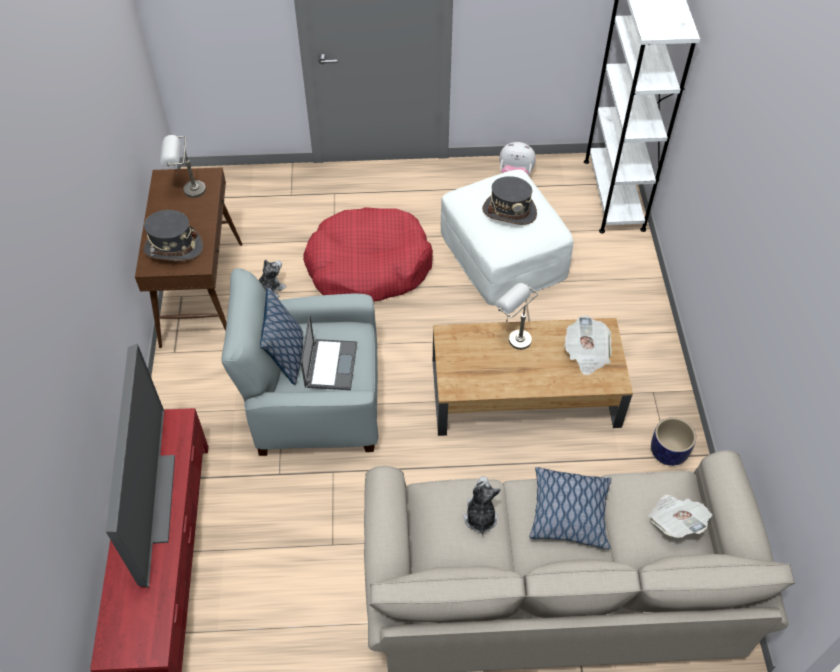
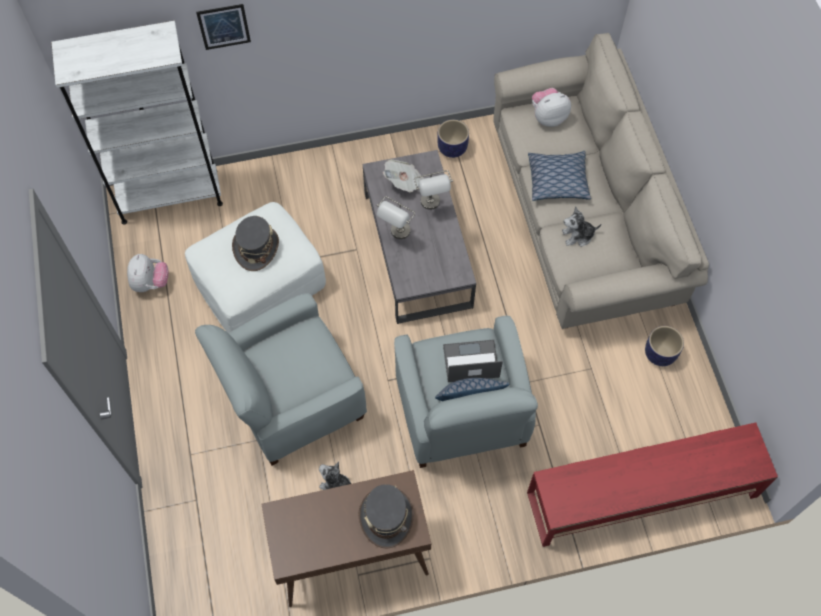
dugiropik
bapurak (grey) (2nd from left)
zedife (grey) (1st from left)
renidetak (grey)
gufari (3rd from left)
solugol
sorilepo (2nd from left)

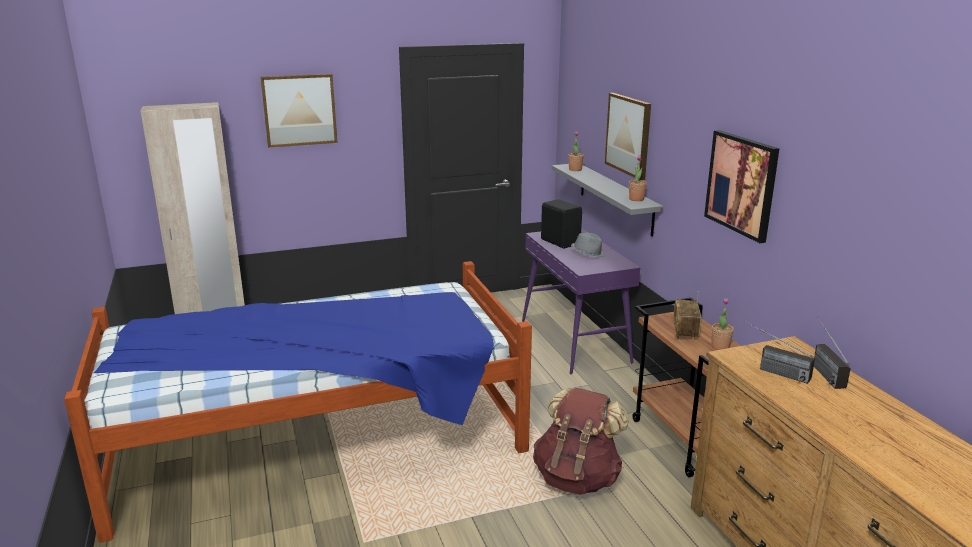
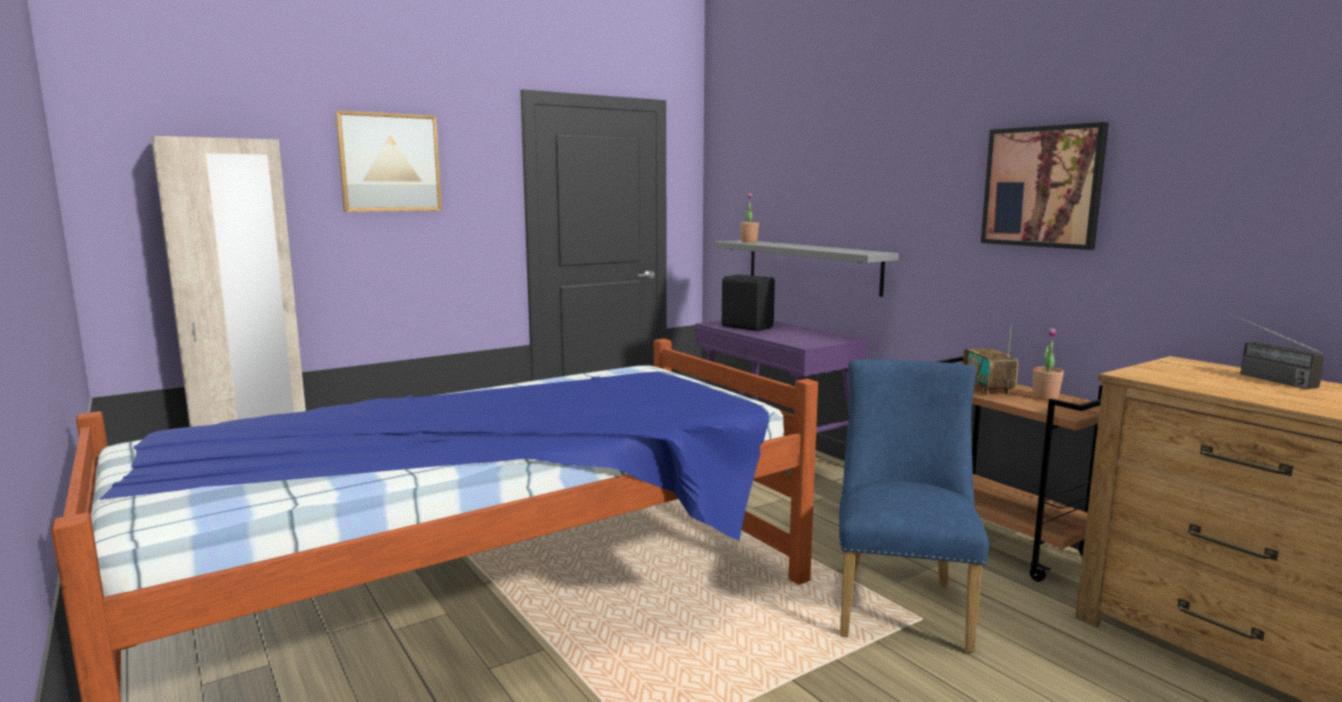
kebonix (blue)
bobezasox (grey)
solugol (2nd from left in the first image)
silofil (2nd from left in the first image)
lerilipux (2nd from left in the first image)

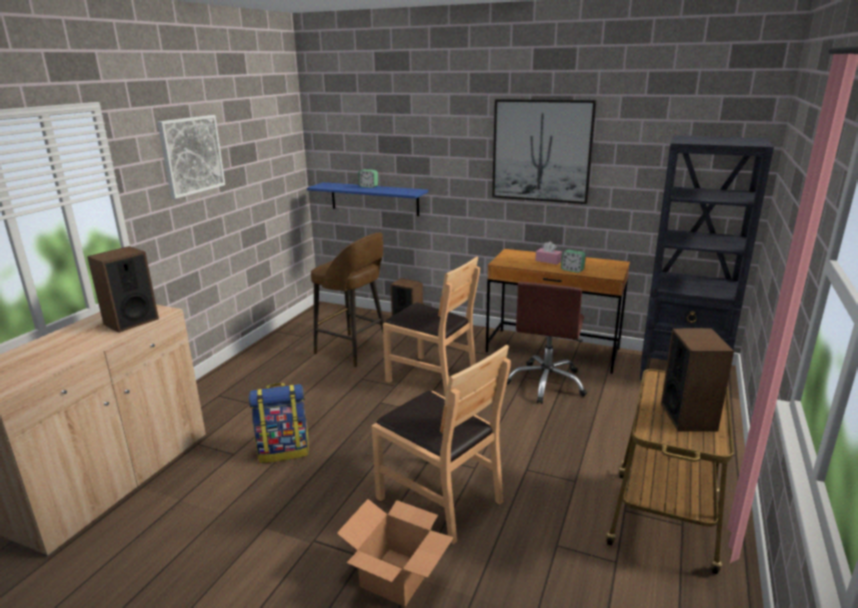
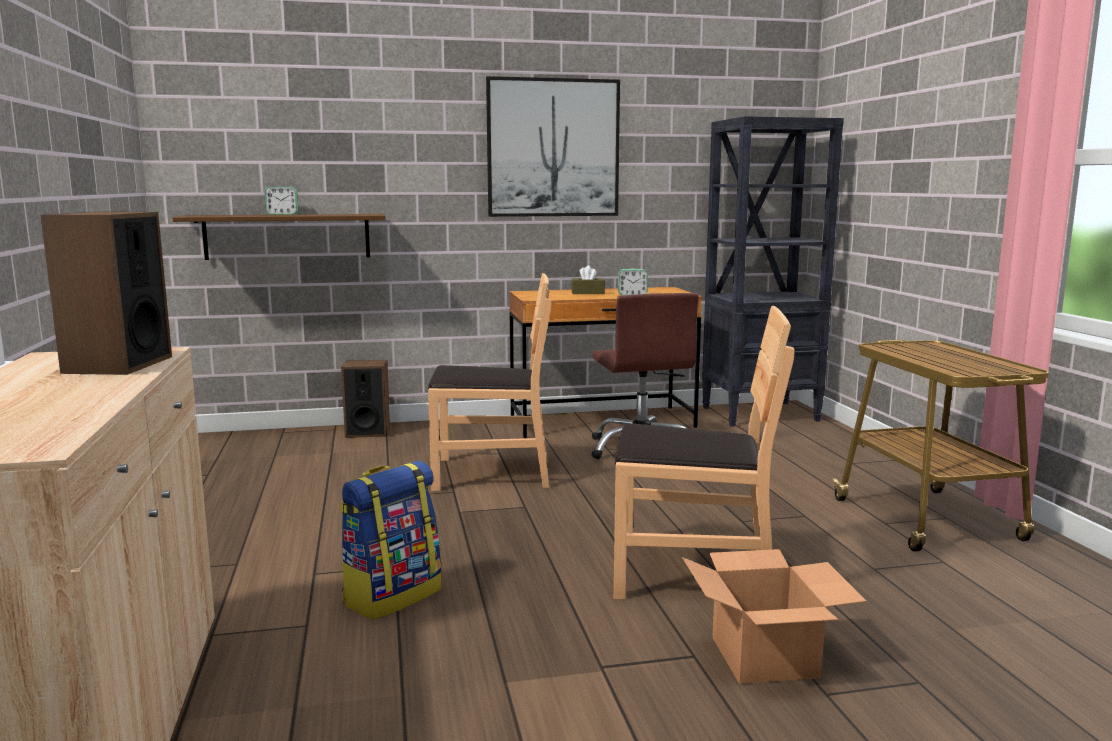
solugol (1st from left in the first image)
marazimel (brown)
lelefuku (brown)
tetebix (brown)
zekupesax (3rd from left in the first image)

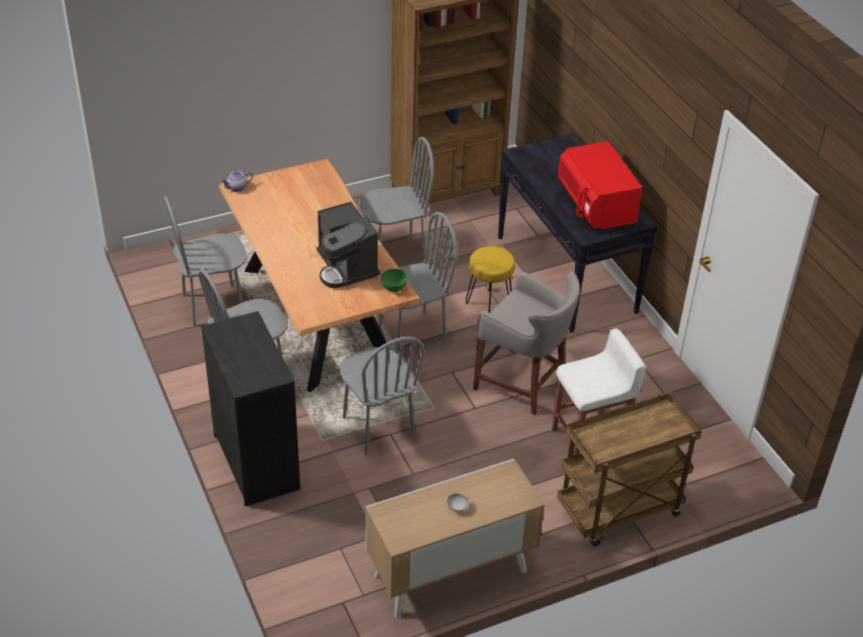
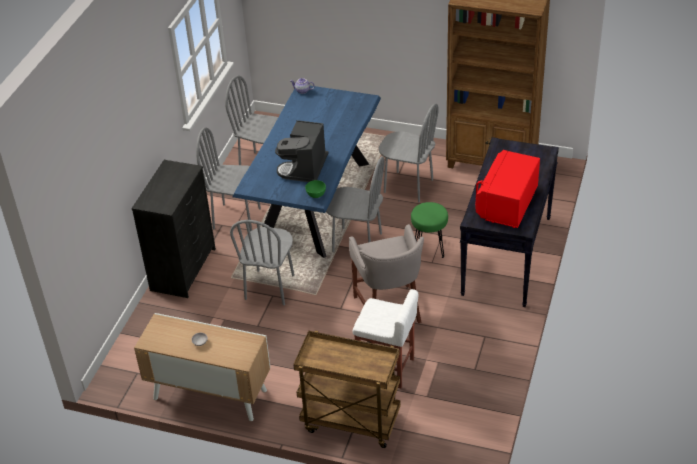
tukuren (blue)
lelefuku (green)

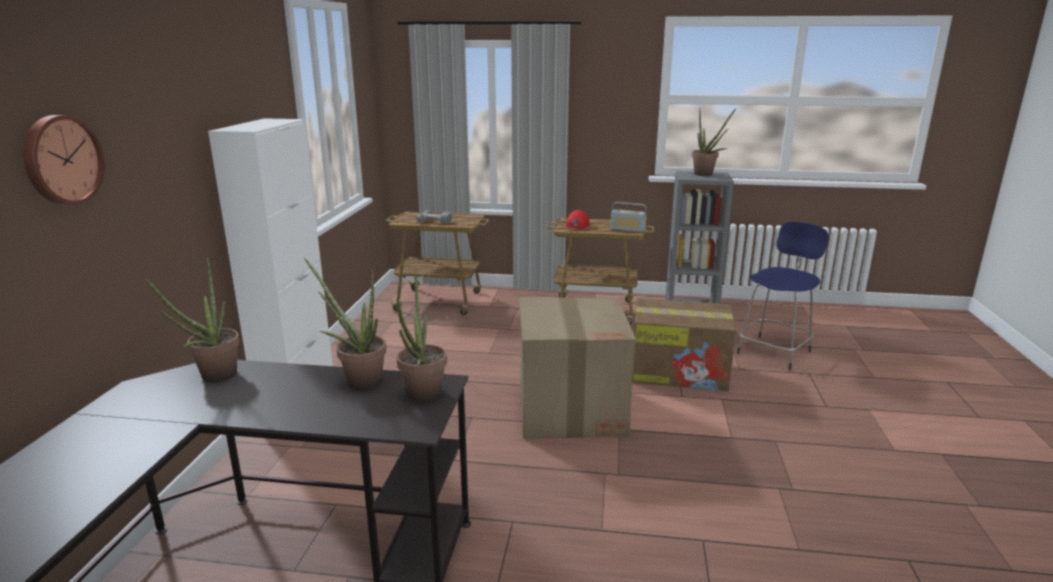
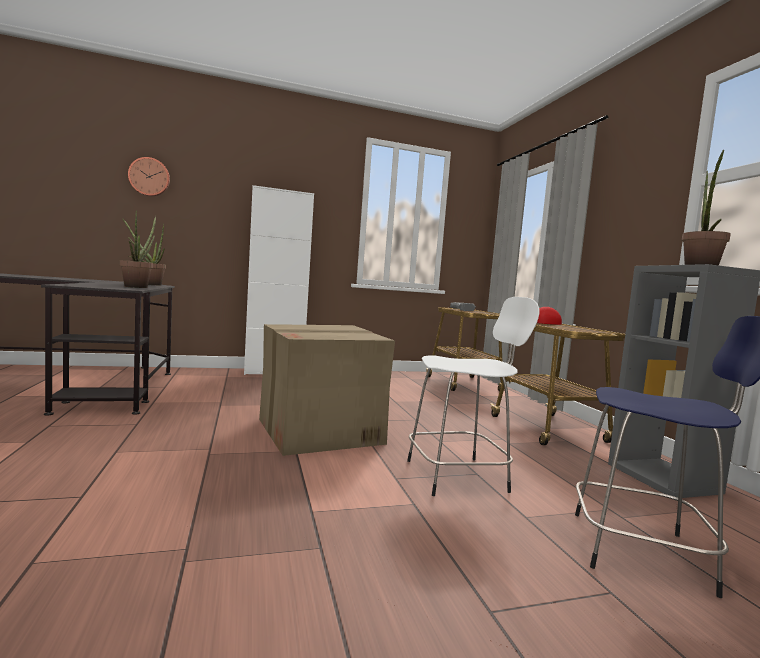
silofil (3rd from left in the first image)
lerilipux
lelefuku (white)

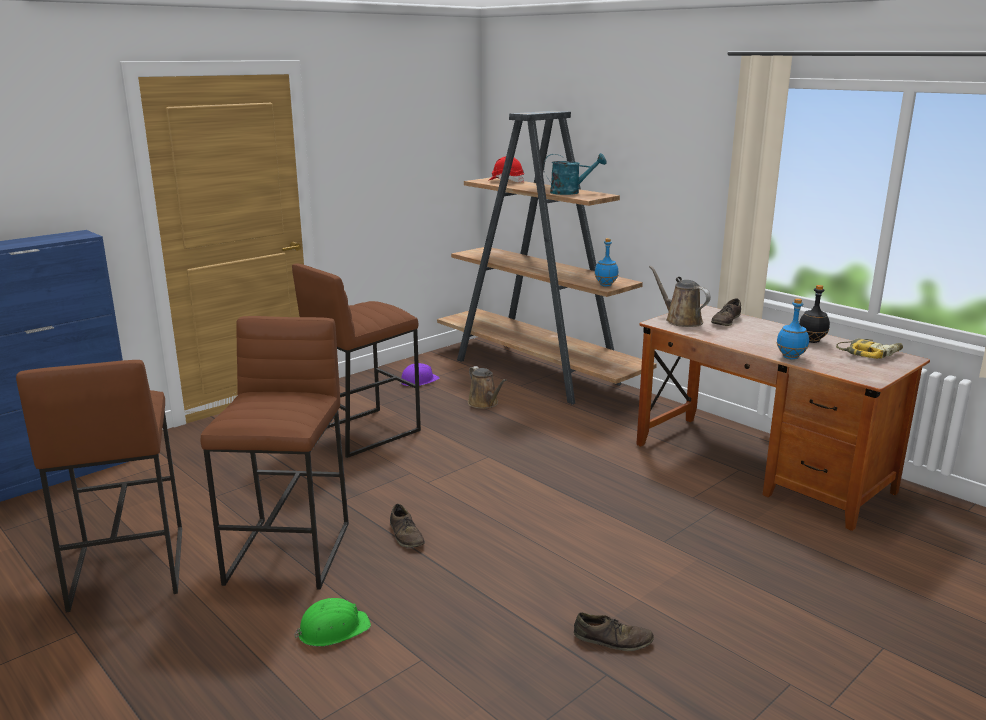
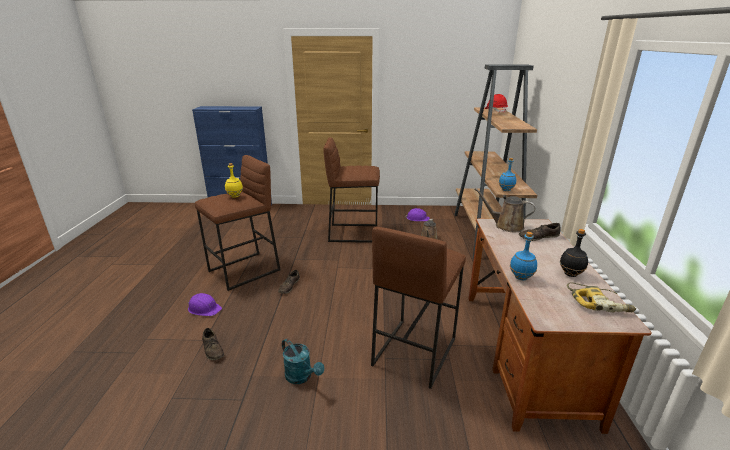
lelefuku (brown) (3rd from left)
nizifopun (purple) (1st from left)
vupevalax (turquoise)
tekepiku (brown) (1st from left)
vupevalax (brown) (2nd from left)
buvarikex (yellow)

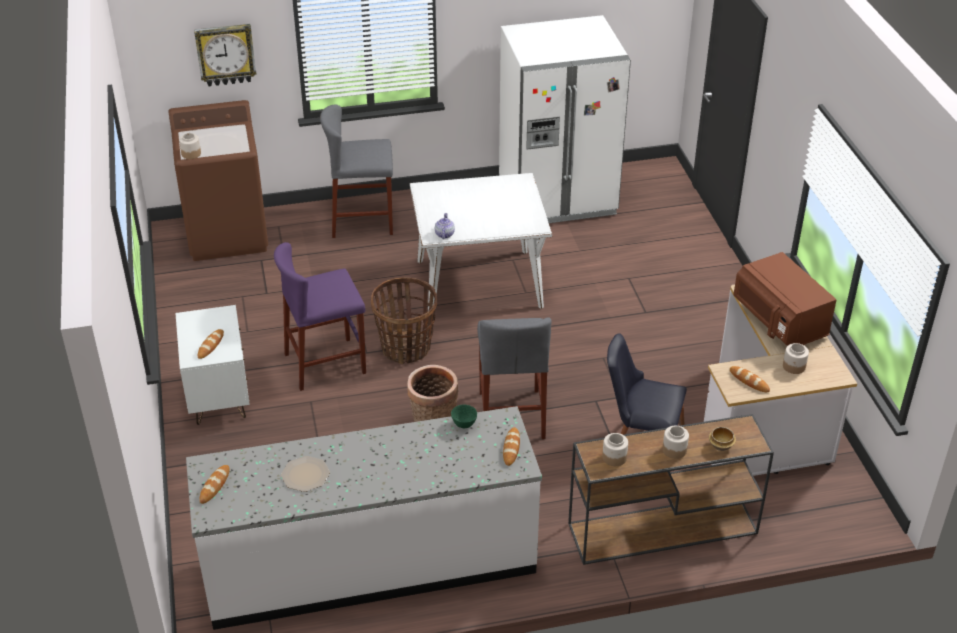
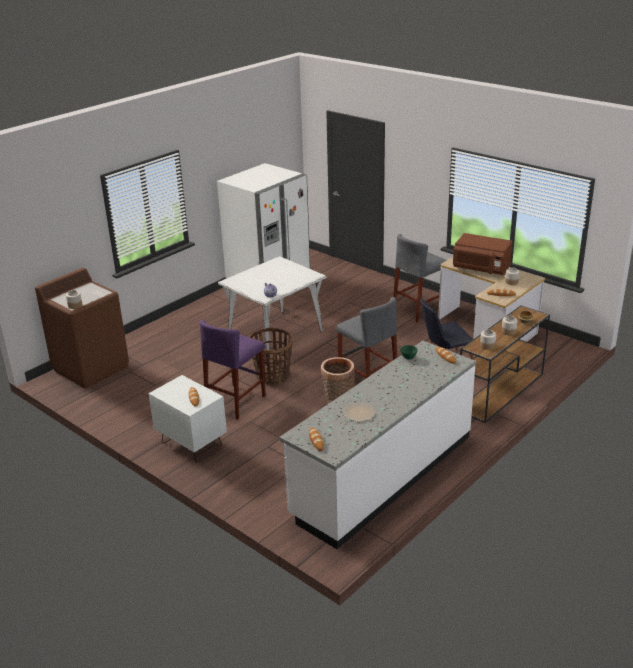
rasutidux
lelefuku (grey) (2nd from left)

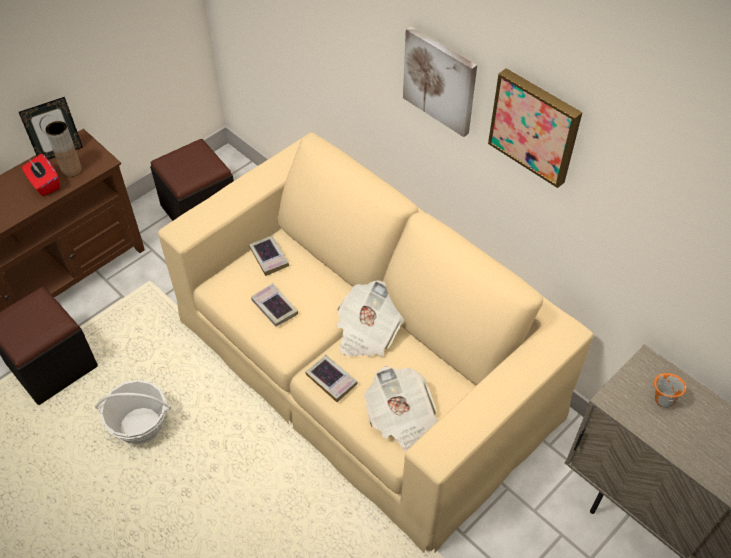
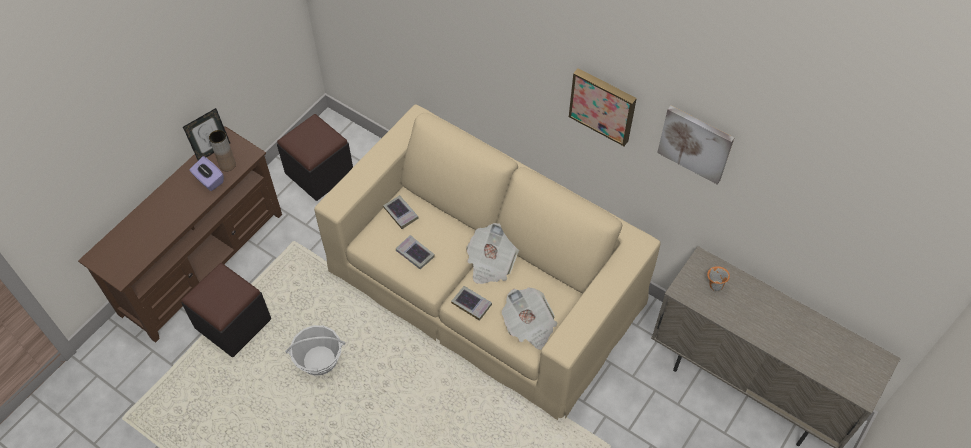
tetebix (purple)
solugol (2nd from left)

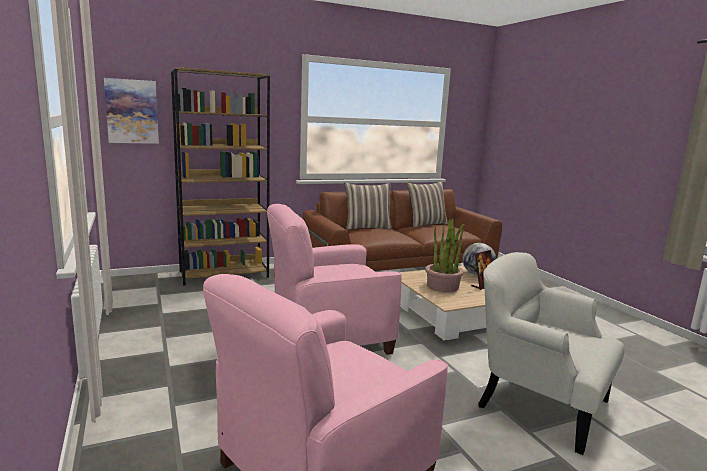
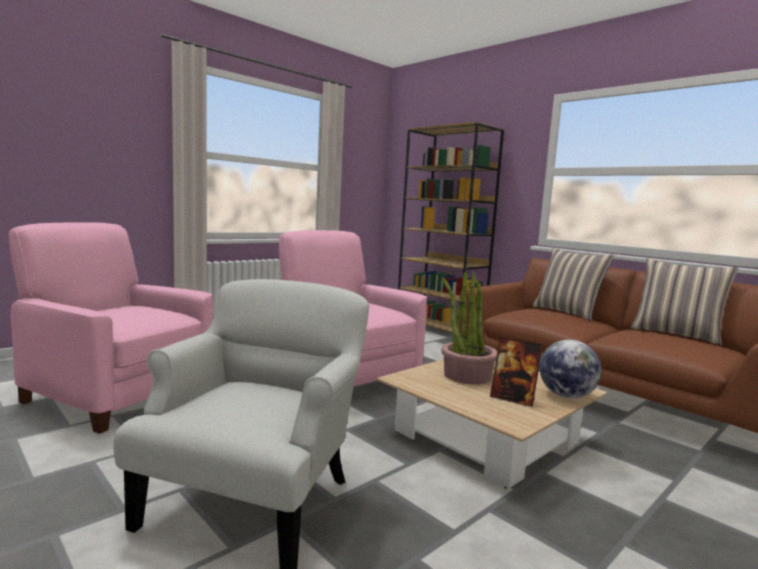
solugol

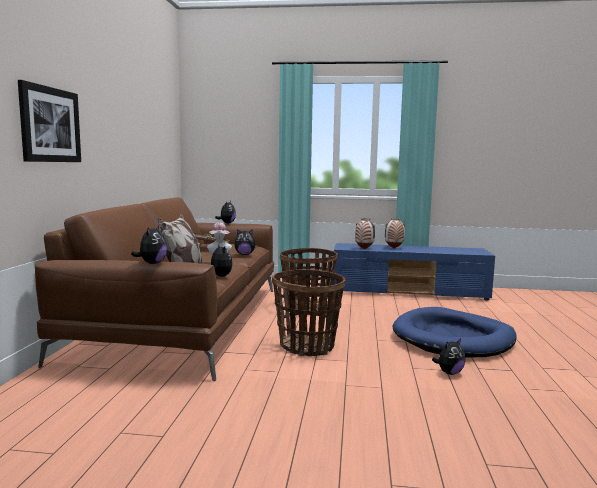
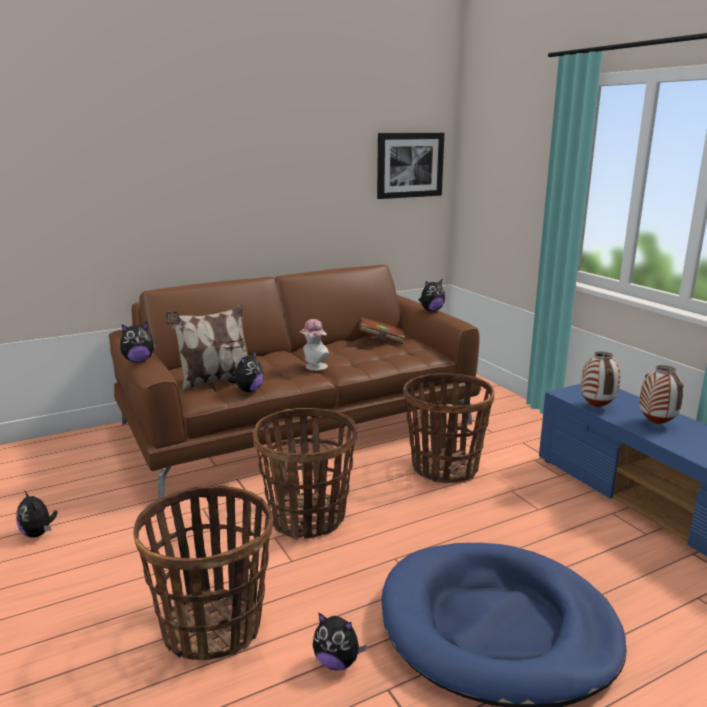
solugol
gufari (1st from left)
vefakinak (1st from left)

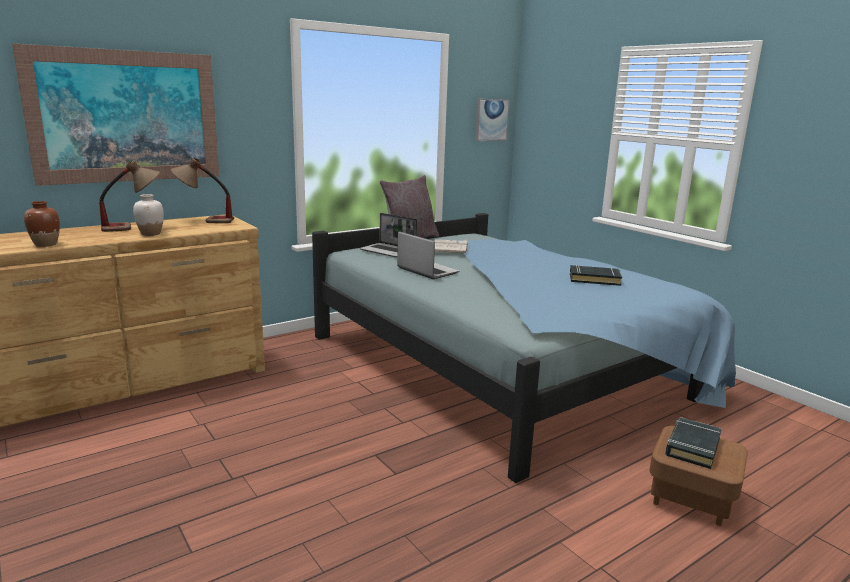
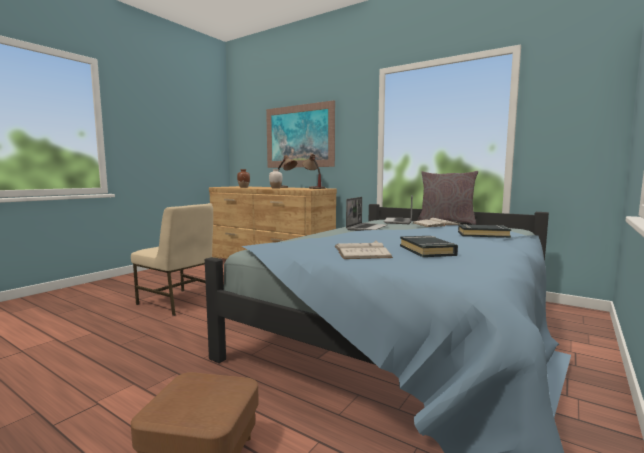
solugol (2nd from left in the first image)
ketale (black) (2nd from left)
kebonix (beige)
ketale (white) (1st from left)

